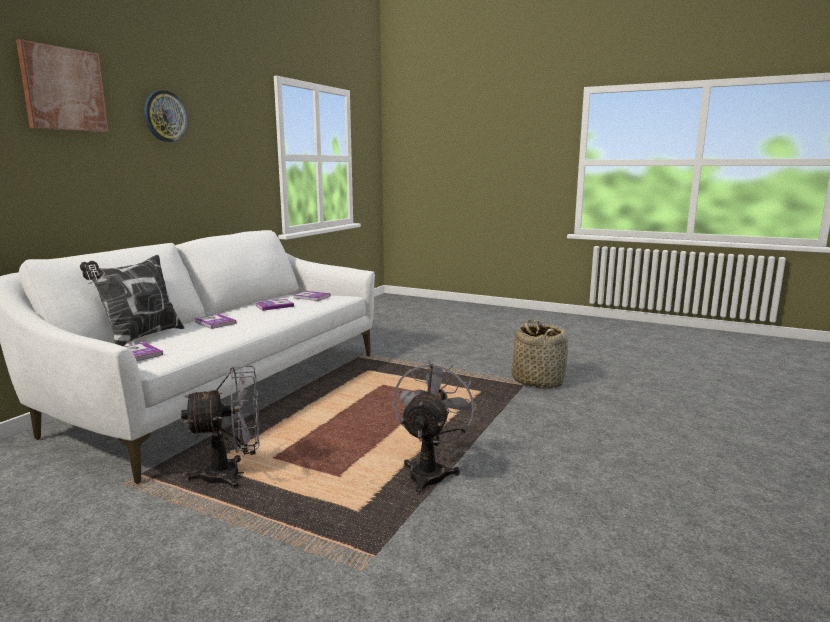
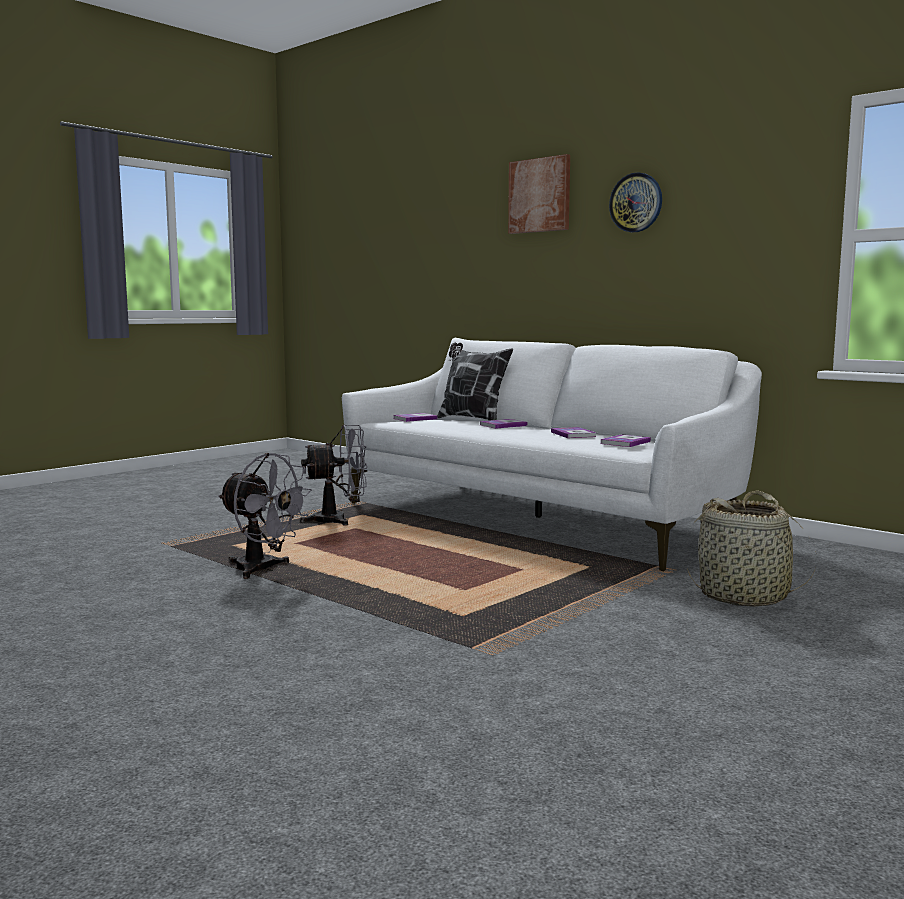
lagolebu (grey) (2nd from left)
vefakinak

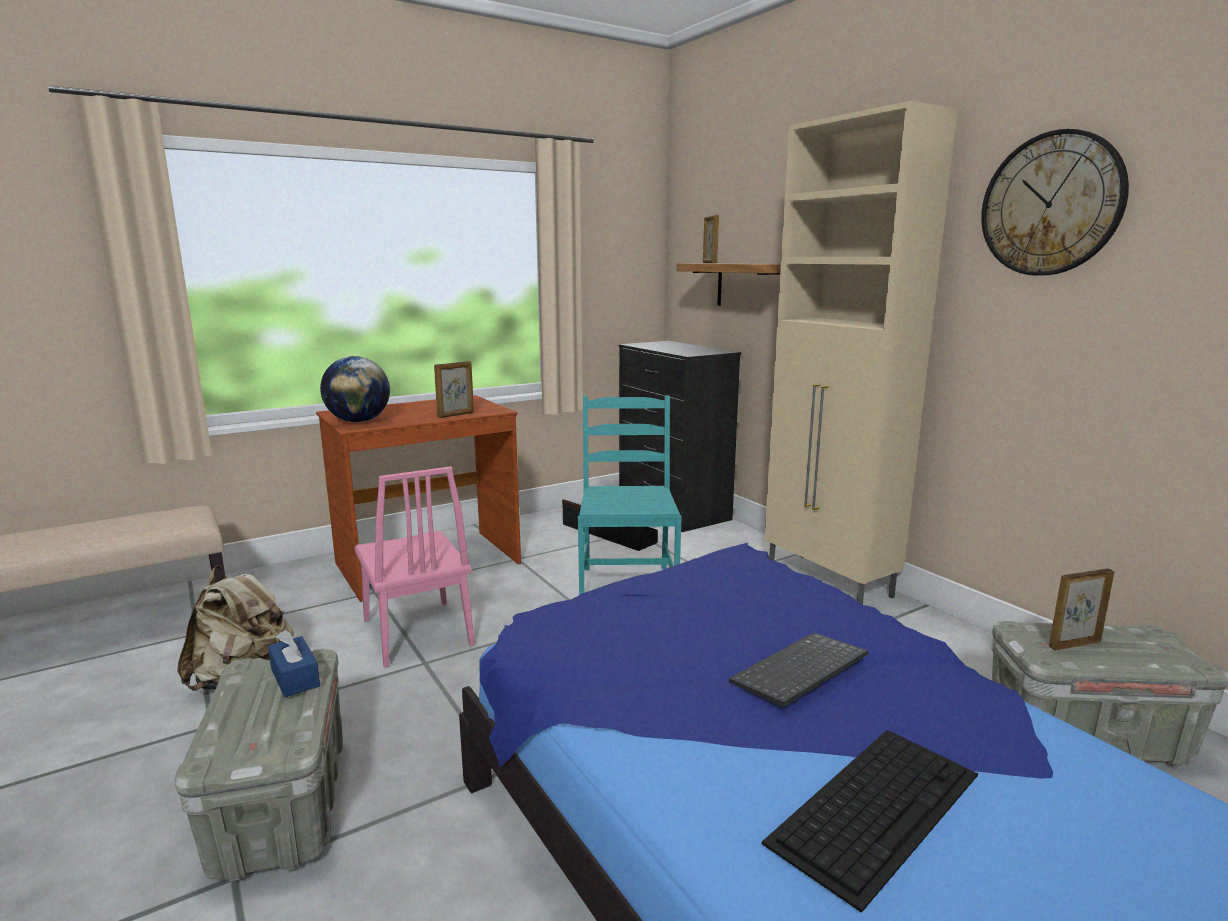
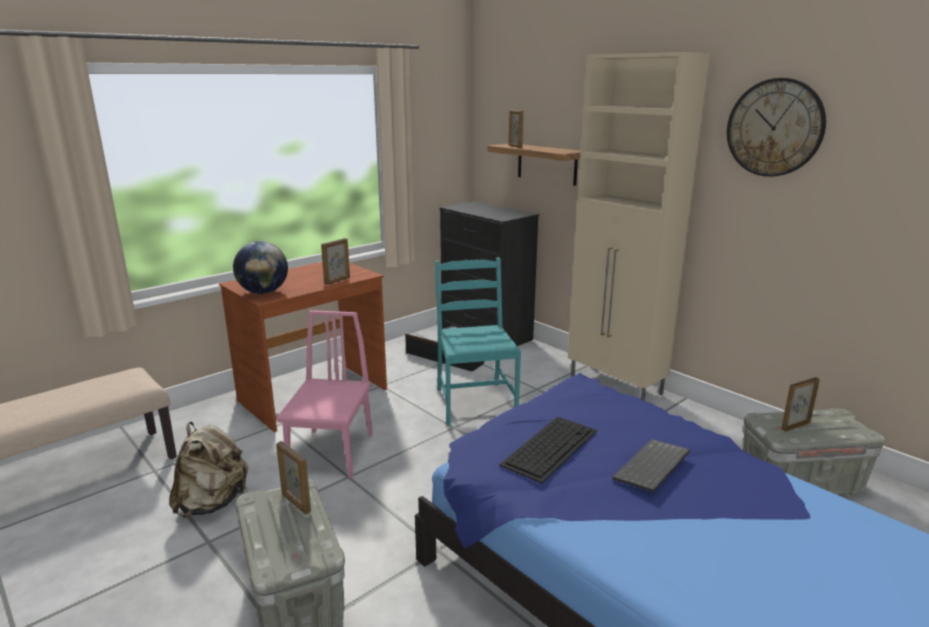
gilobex (1st from left)
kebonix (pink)
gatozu (1st from left)

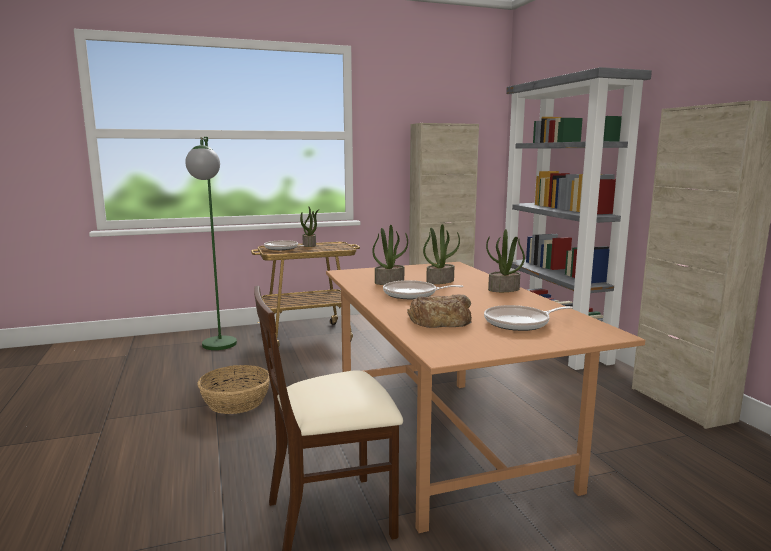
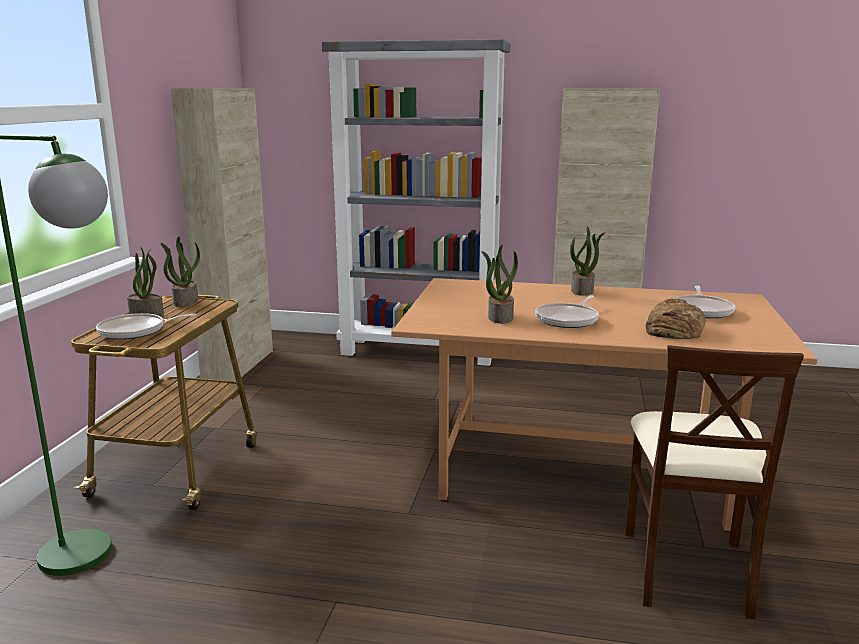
vefakinak
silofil (2nd from left)

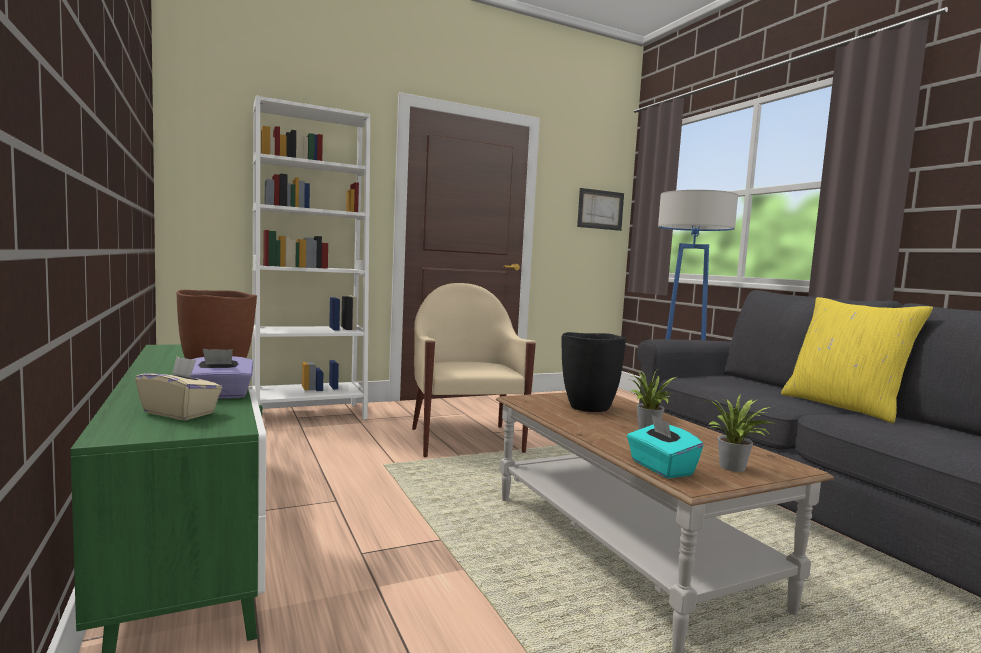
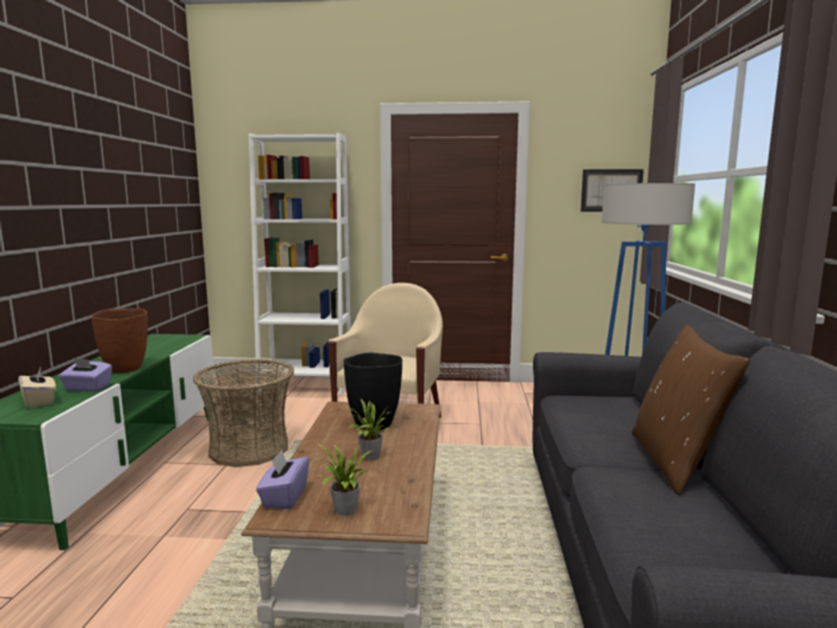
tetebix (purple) (2nd from left)
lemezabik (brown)
vefakinak

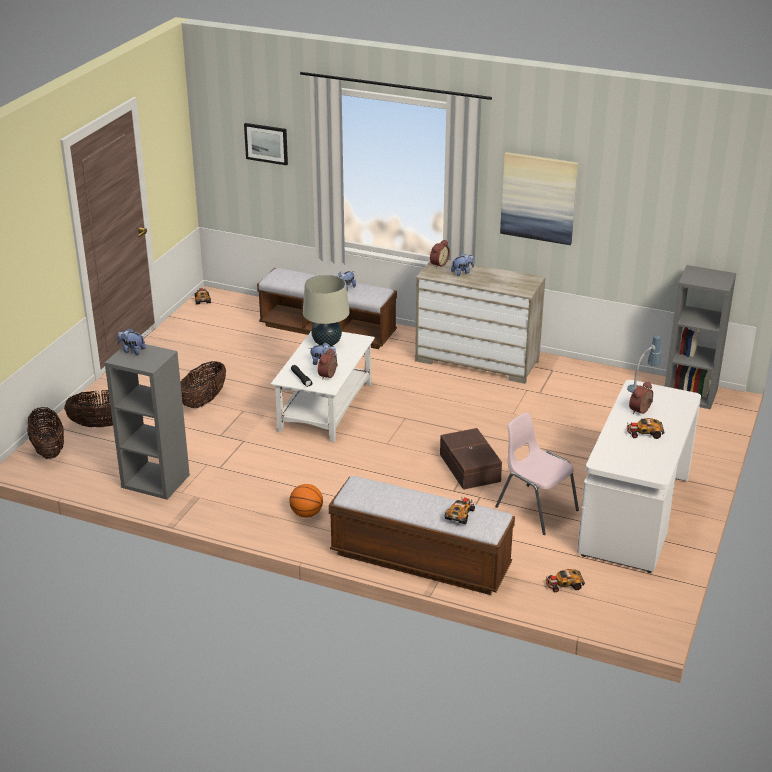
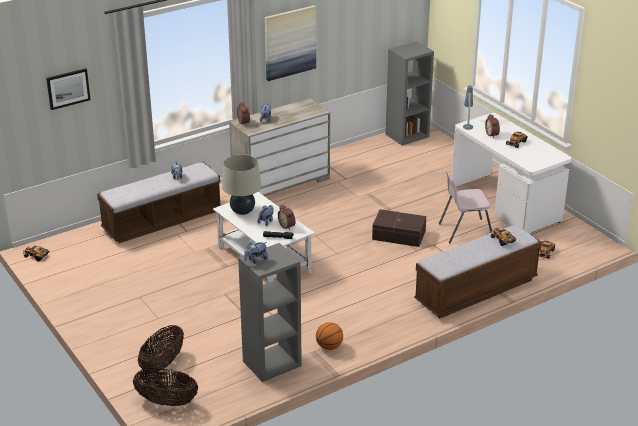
vefakinak (3rd from left in the first image)
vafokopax

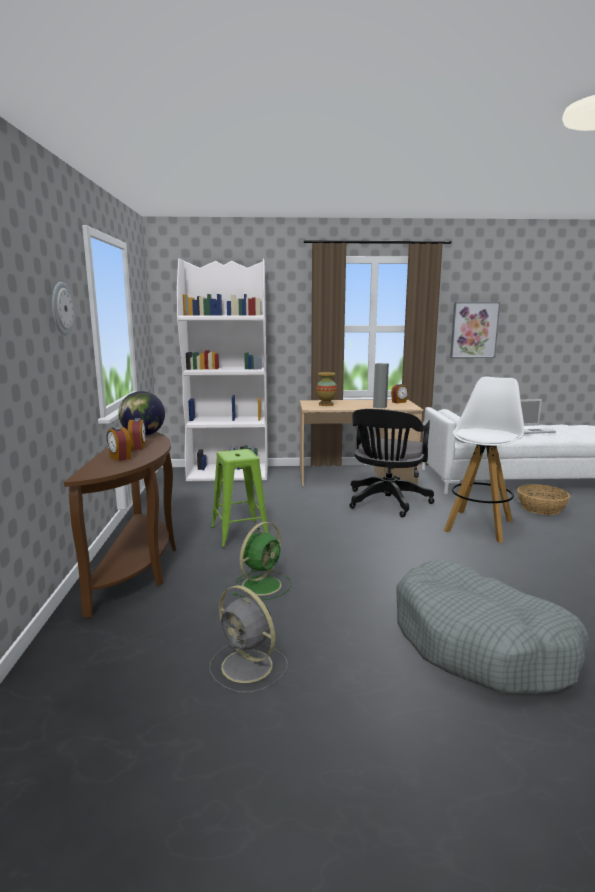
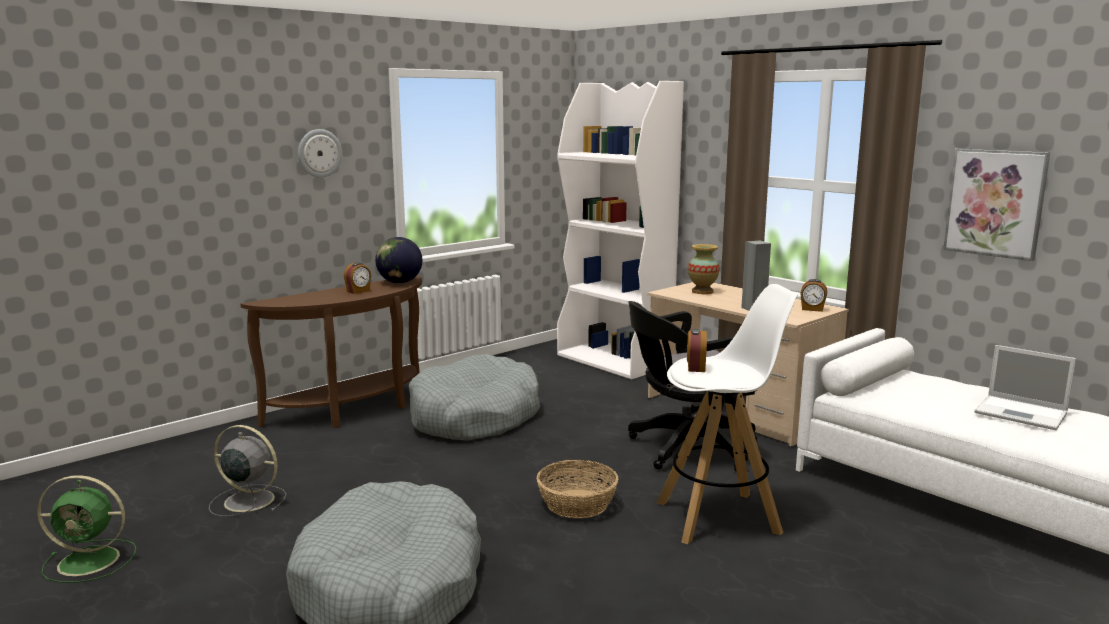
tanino (2nd from left)
lagolebu (grey)
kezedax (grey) (2nd from left)
lagolebu (green)
vefakinak

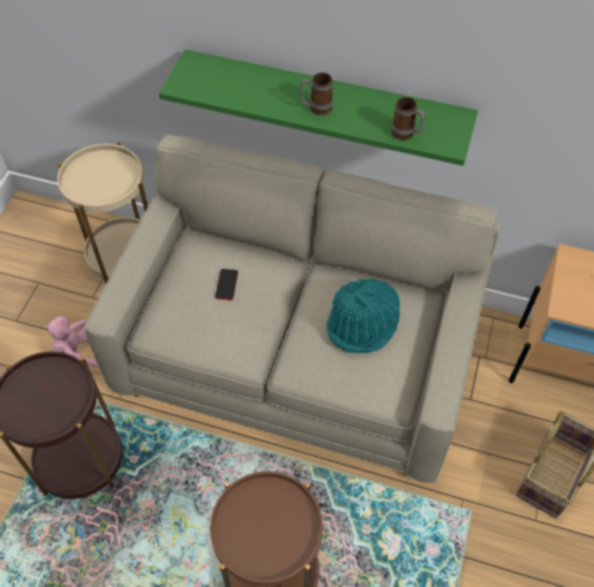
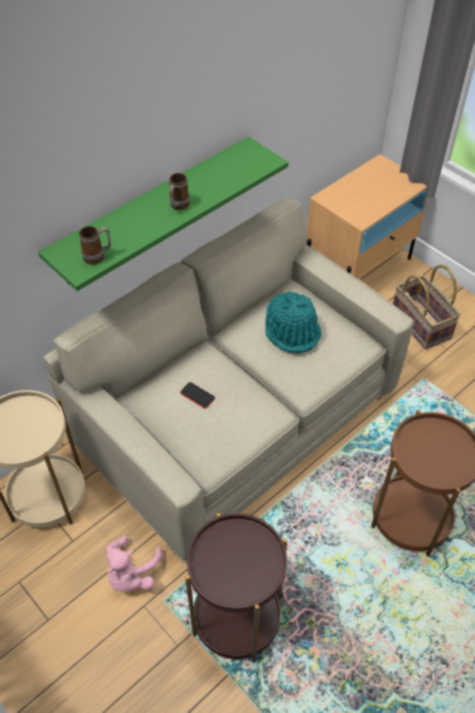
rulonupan (1st from left)

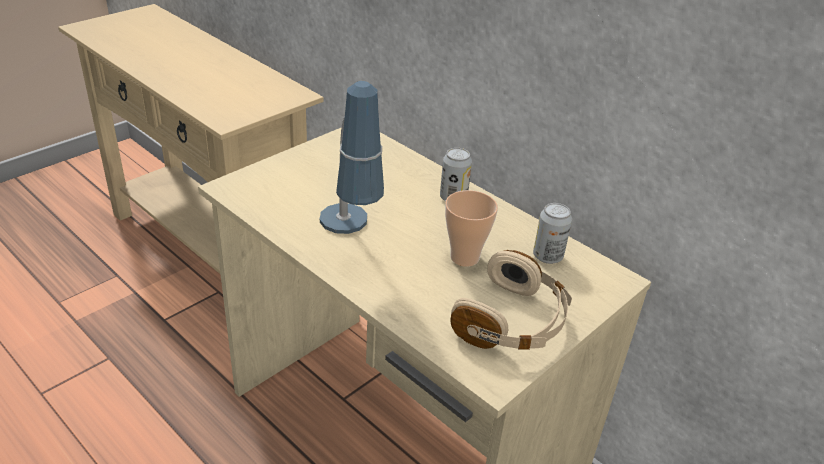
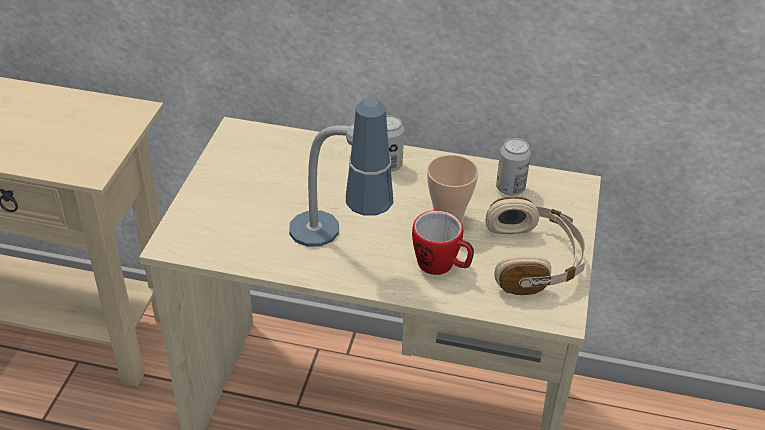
rulonupan

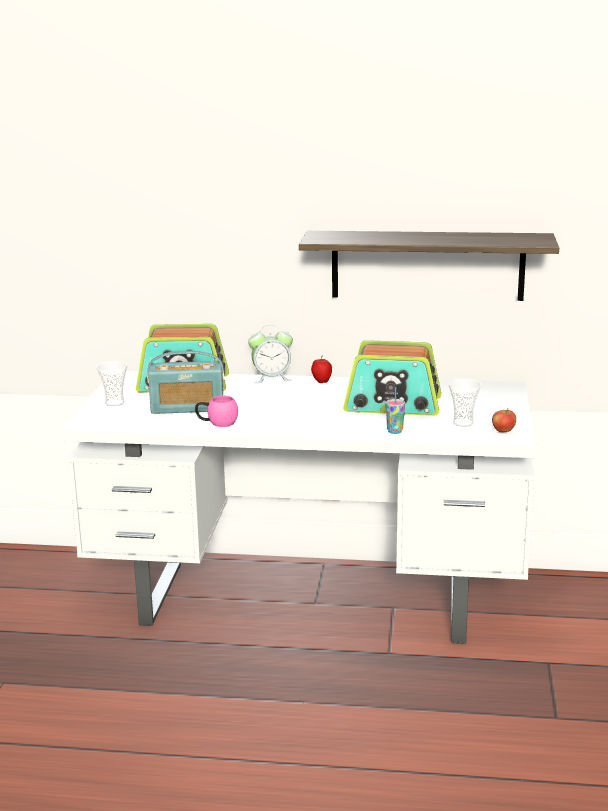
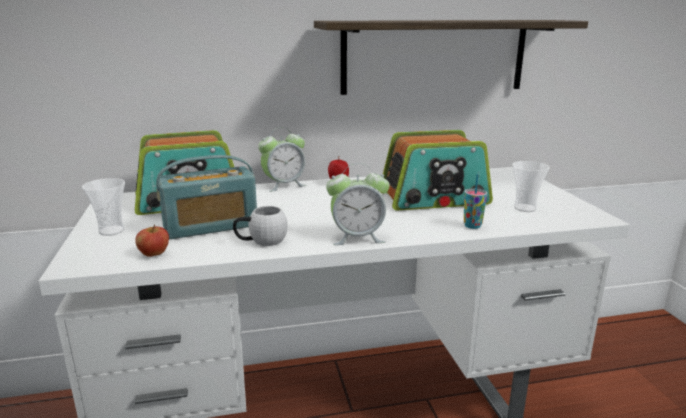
rulonupan (white)
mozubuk (1st from left)
tanino (2nd from left)

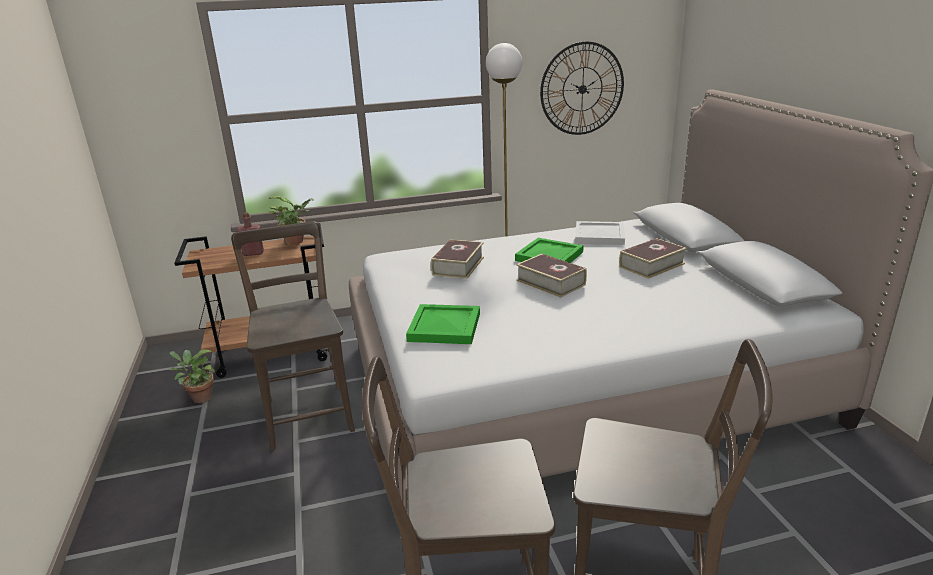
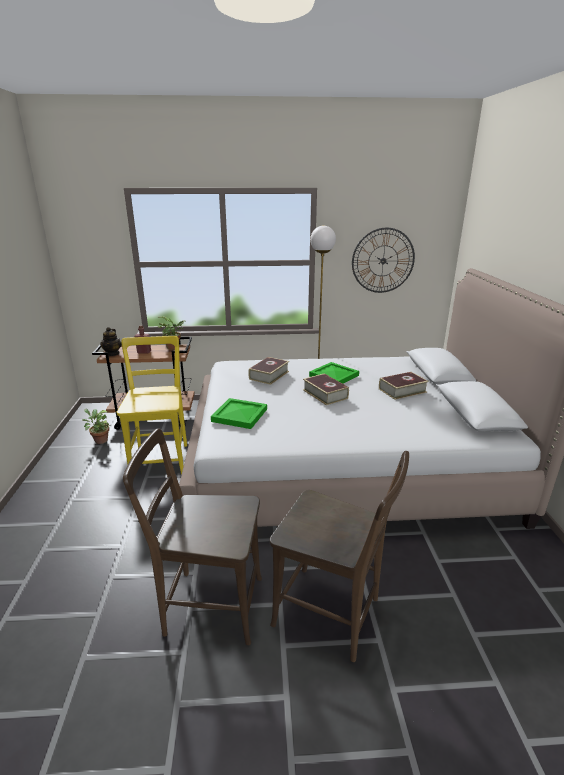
kebonix (yellow)
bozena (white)
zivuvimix

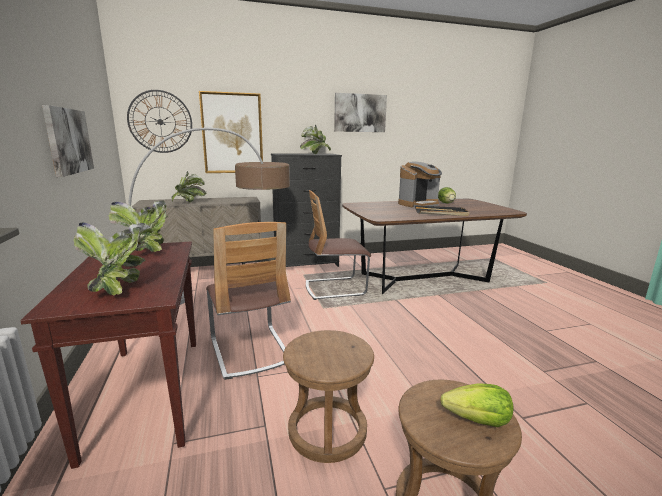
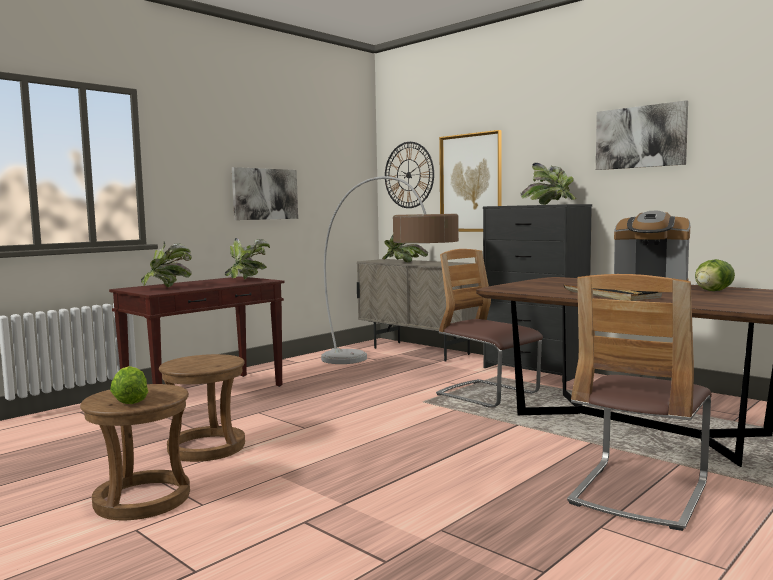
kebonix (2nd from left)

